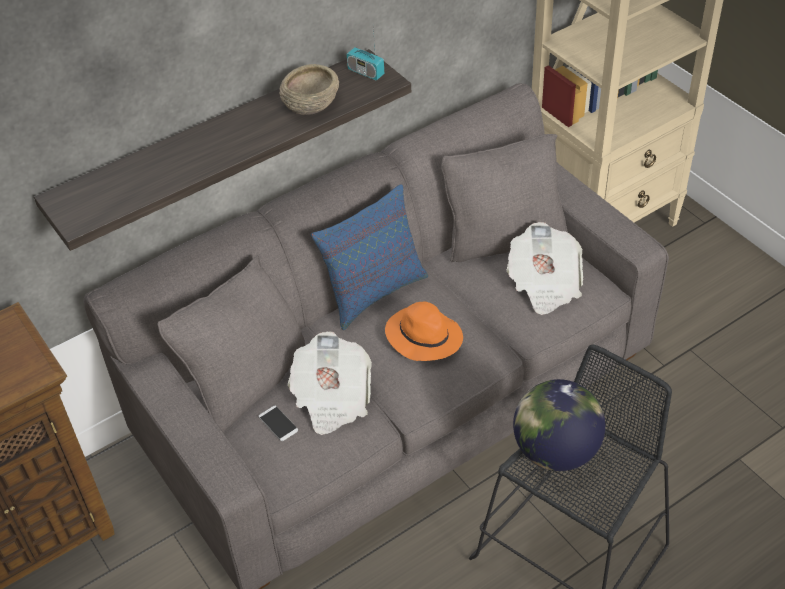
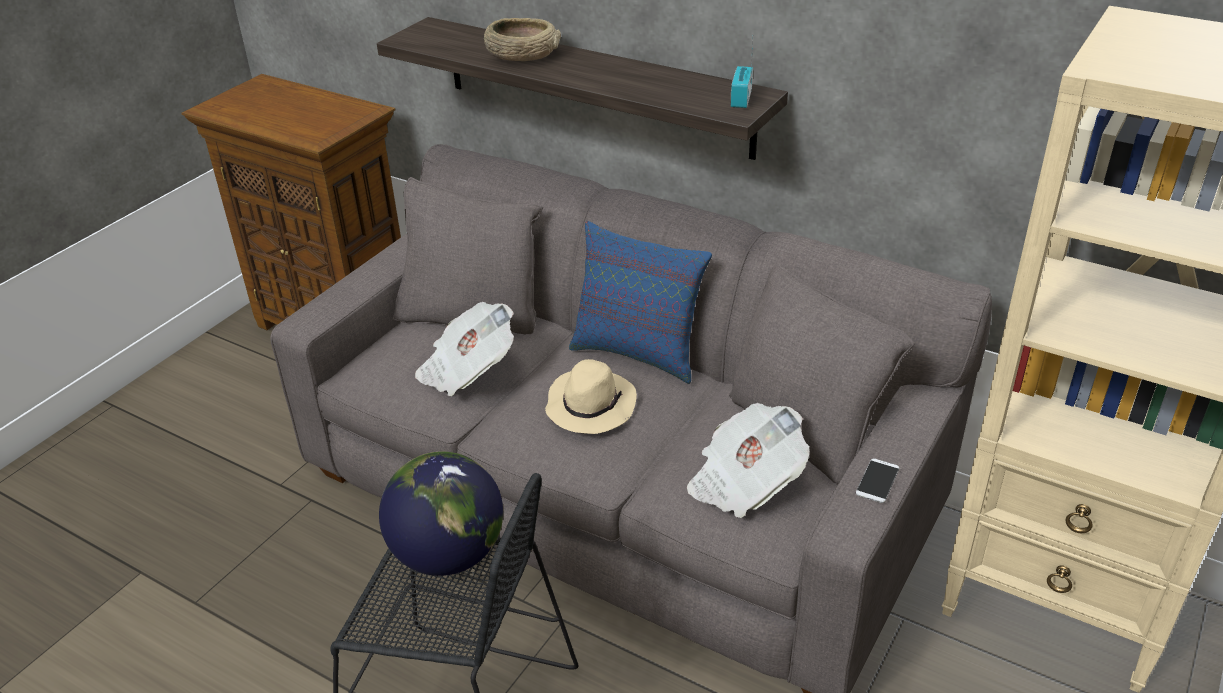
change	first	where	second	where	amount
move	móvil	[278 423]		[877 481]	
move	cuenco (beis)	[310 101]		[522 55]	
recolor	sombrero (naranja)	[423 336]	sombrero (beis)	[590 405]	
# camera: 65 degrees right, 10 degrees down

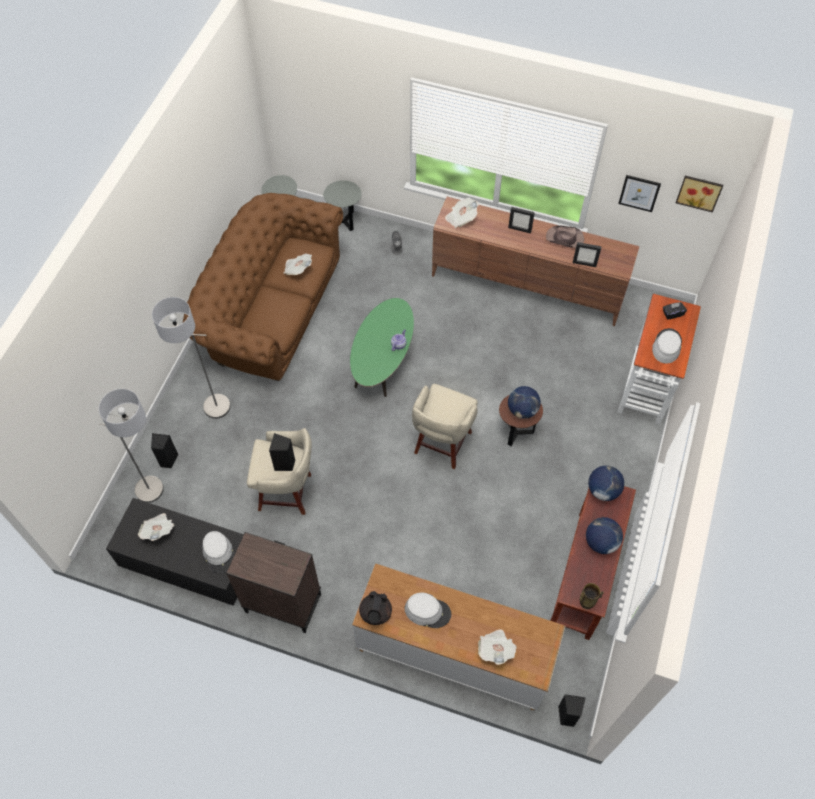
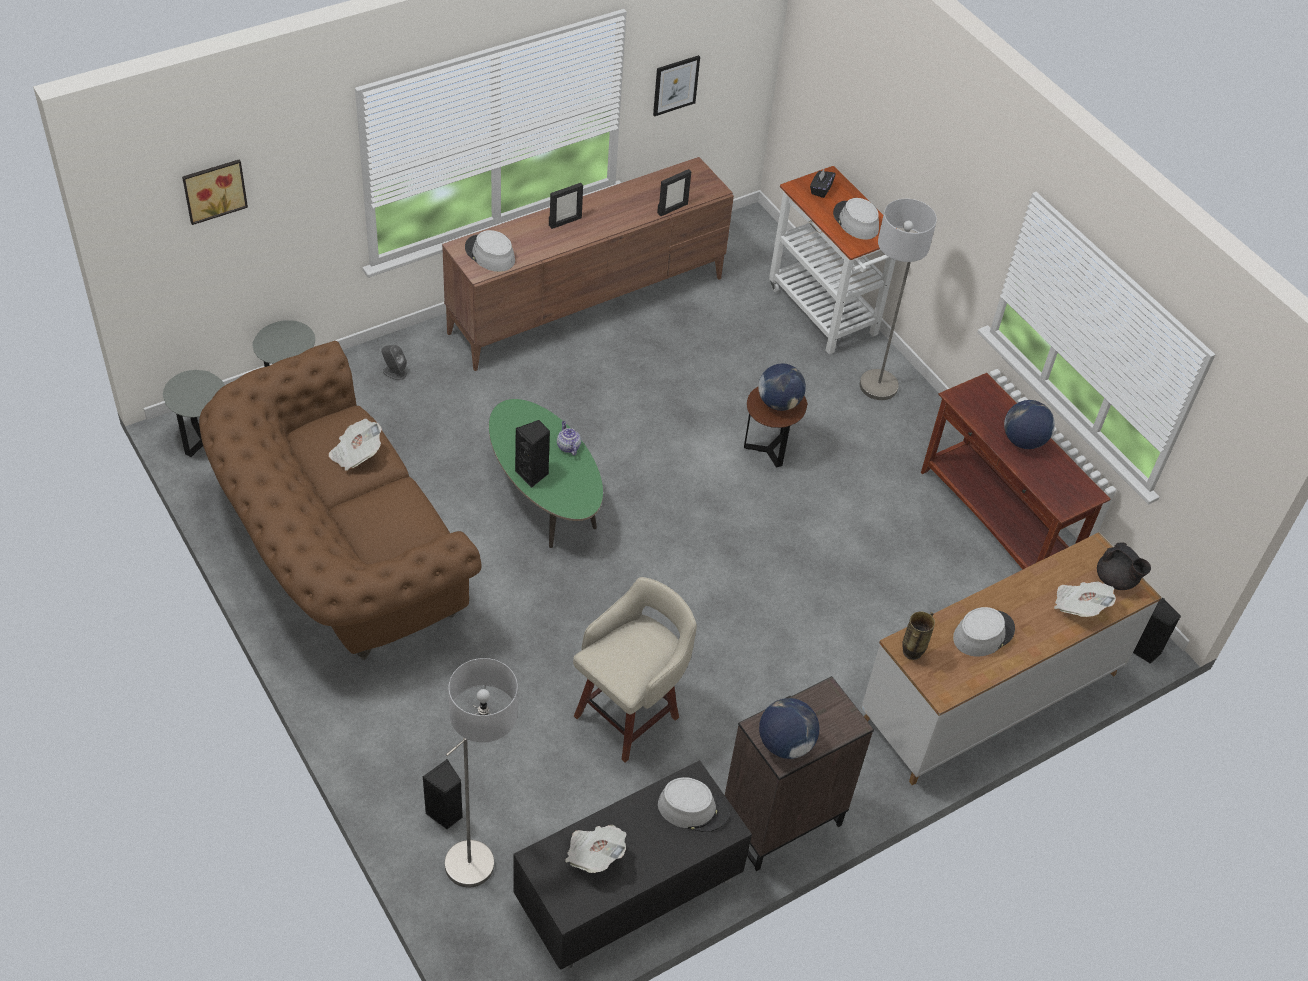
change	first	where	second	where	amount
delete	taburete (beis)	[441 445]			
delete	sombrero (marrón)	[565 239]			
move	lámpara de pie (gris)	[208 406]		[871 392]	
move	altavoz (negro)	[285 464]		[533 474]	
move	tetera (negro)	[375 613]		[1116 580]	
move	florero	[586 603]		[912 652]	
move	globo terráqueo	[603 490]		[785 744]	
move	cuadro	[699 192]		[213 189]	
replace	periódico	[461 218]	sombrero (gris)	[489 254]	
# camera: 55 degrees left, 10 degrees down

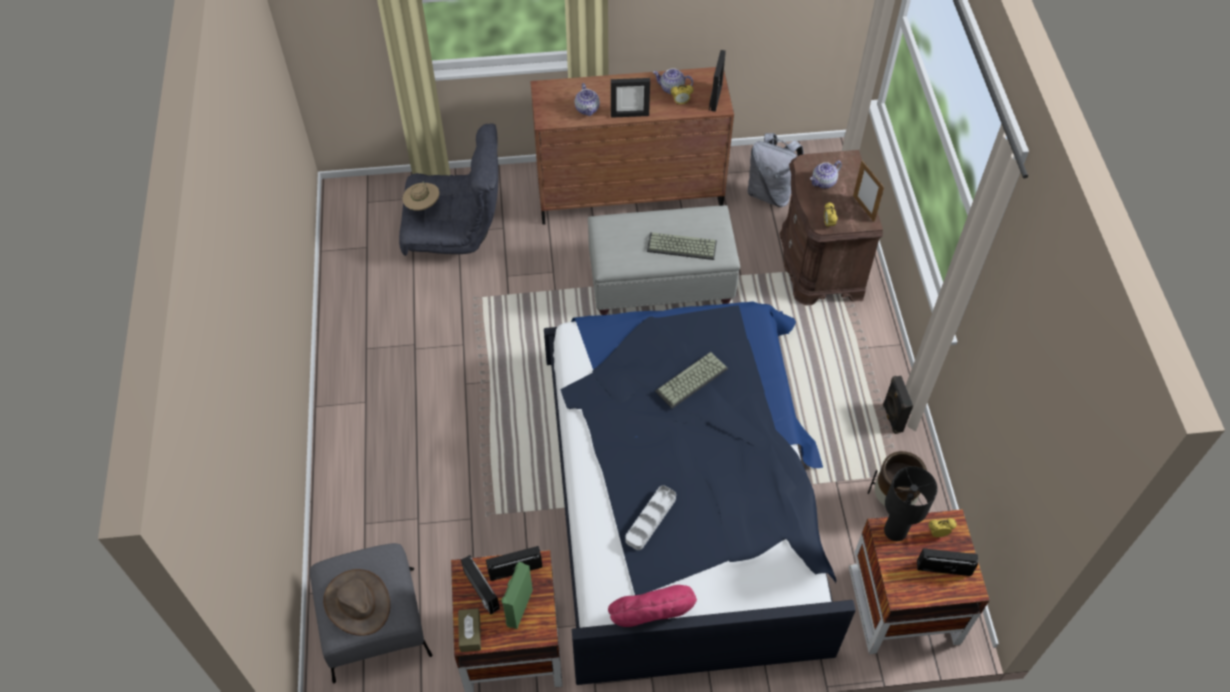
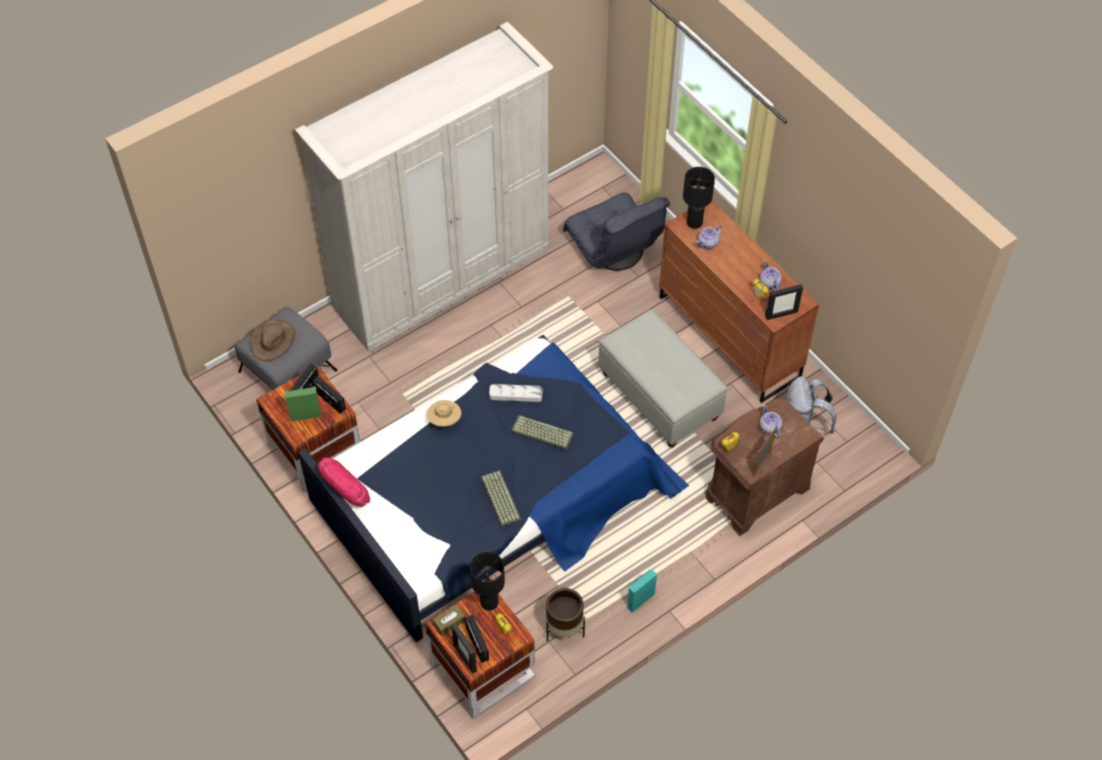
change	first	where	second	where	amount
insert			armario ropero (blanco)	[442 277]	
insert			lámpara de mesa (negro)	[694 223]	
move	sombrero (beis)	[422 205]		[444 420]	
move	caja de pañuelos (marrón)	[470 633]		[449 623]	
move	portarretratos	[629 114]		[465 657]	
move	bandeja (gris)	[650 519]		[515 394]	
move	teclado	[681 247]		[499 498]	
recolor	altavoz (negro)	[891 418]	altavoz (turquesa)	[640 600]	
rotate	tetera	[823 182]		[769 427]	45 degrees clockwise
# camera: 60 degrees right, 0 degrees up

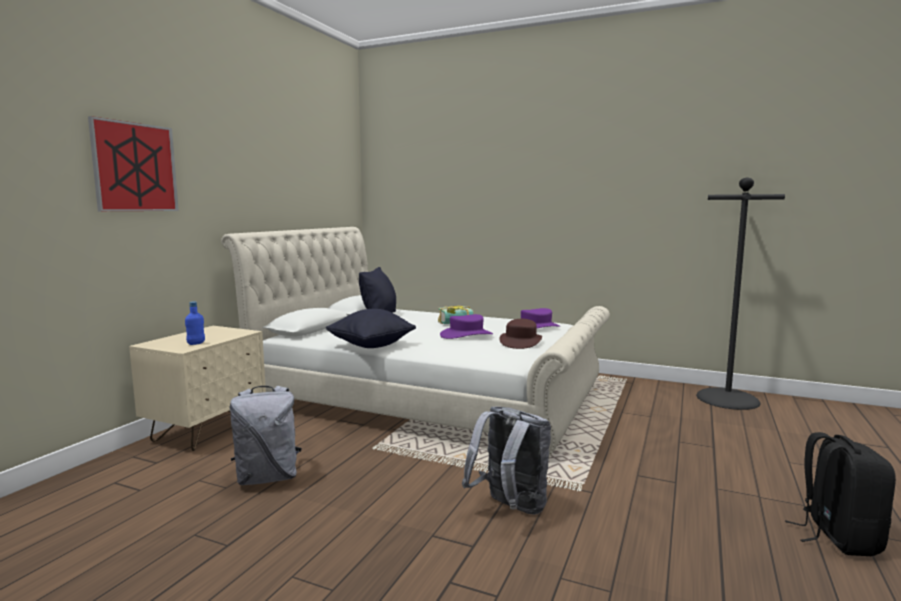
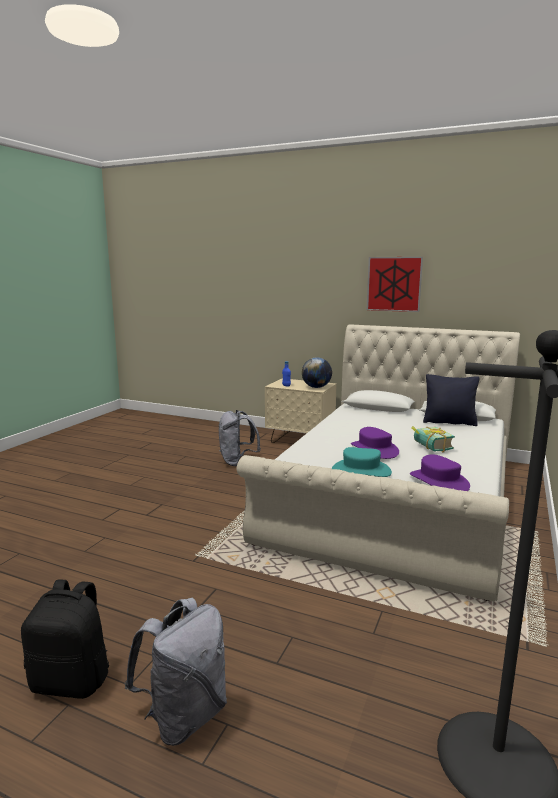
change	first	where	second	where	amount
delete	cojín (negro)	[371 345]			
insert			globo terráqueo	[316 387]	
move	cuadro	[135 167]		[394 284]	
move	mochila (gris)	[510 508]		[184 716]	
recolor	sombrero (marrón)	[521 341]	sombrero (turquesa)	[361 470]	
# camera: 90 degrees right, 5 degrees up

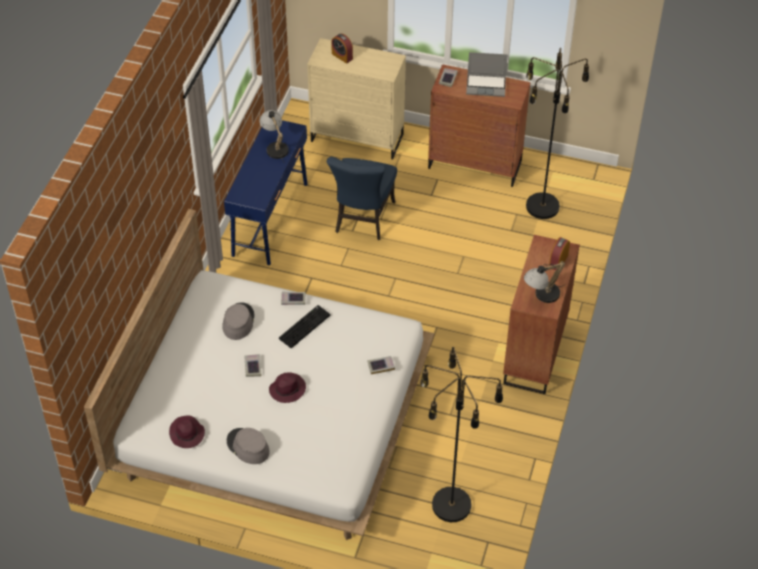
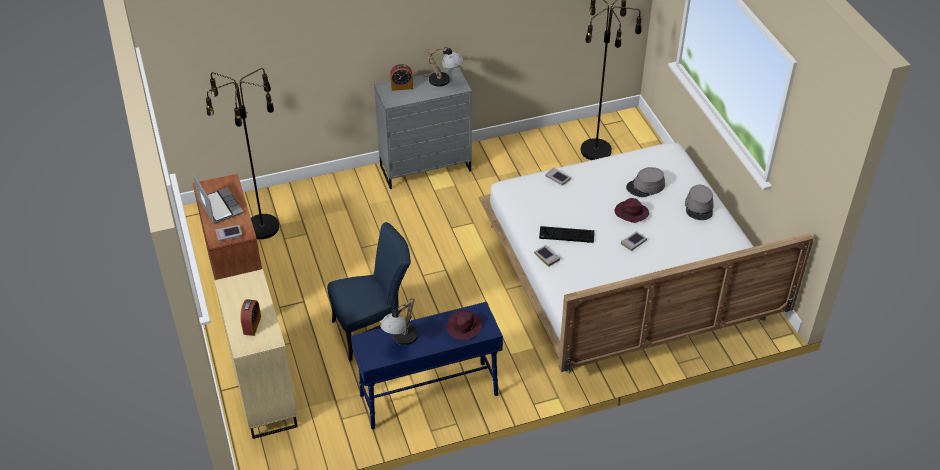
change	first	where	second	where	amount
move	sombrero (morado)	[187 434]		[464 326]	
move	sombrero (gris)	[238 322]		[645 186]	
recolor	cómoda (marrón)	[536 352]	cómoda (gris)	[425 168]	
# camera: 125 degrees left, 5 degrees down

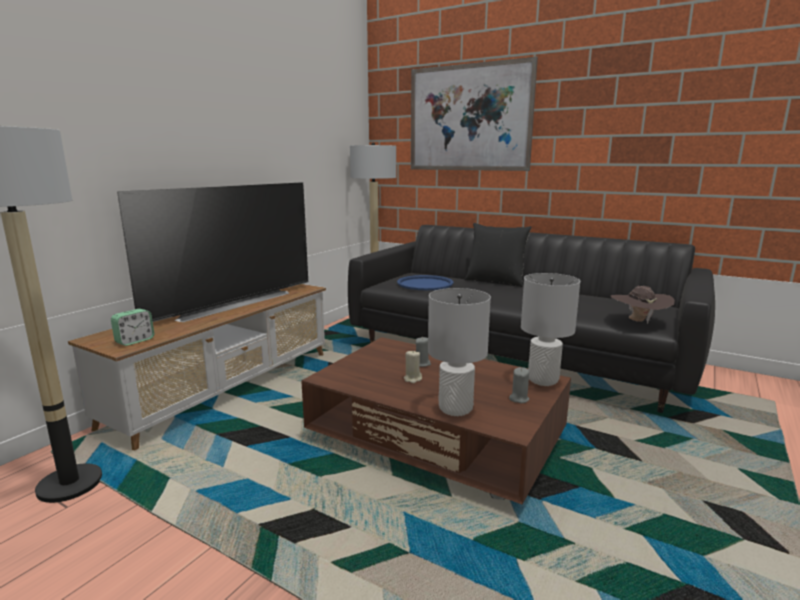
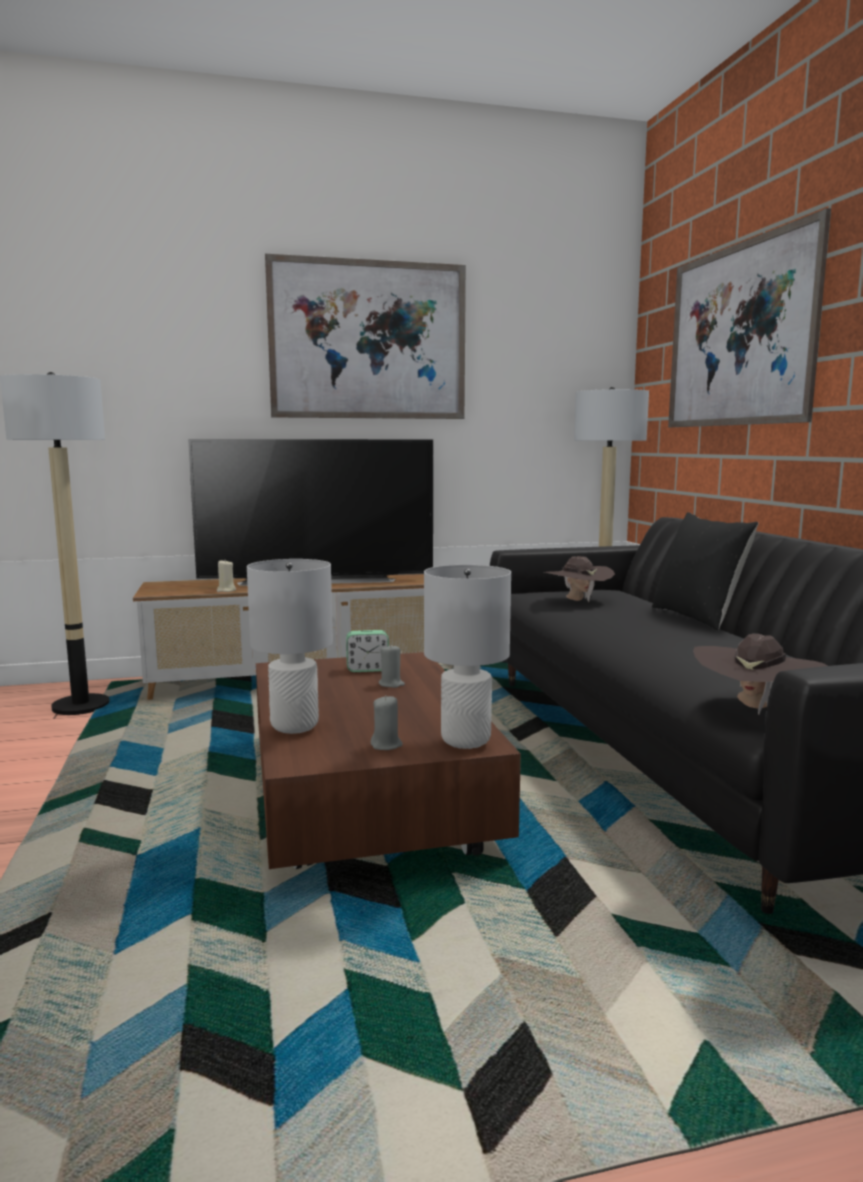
change	first	where	second	where	amount
insert			cuadro	[369 340]	
move	despertador	[135 341]		[367 669]	
move	vela (beis)	[412 379]		[226 590]	
replace	bandeja (azul)	[425 284]	sombrero (marrón)	[577 601]	
# camera: 45 degrees right, 5 degrees down

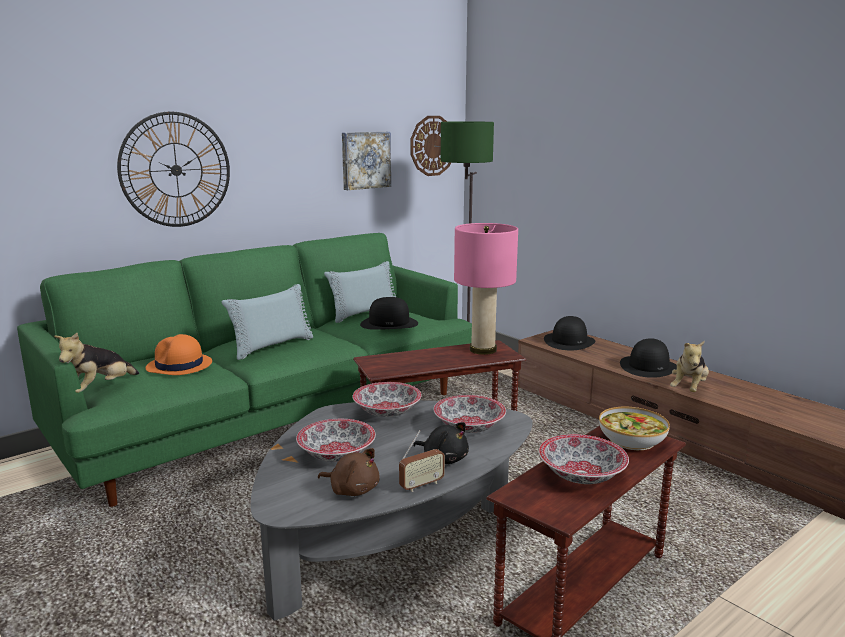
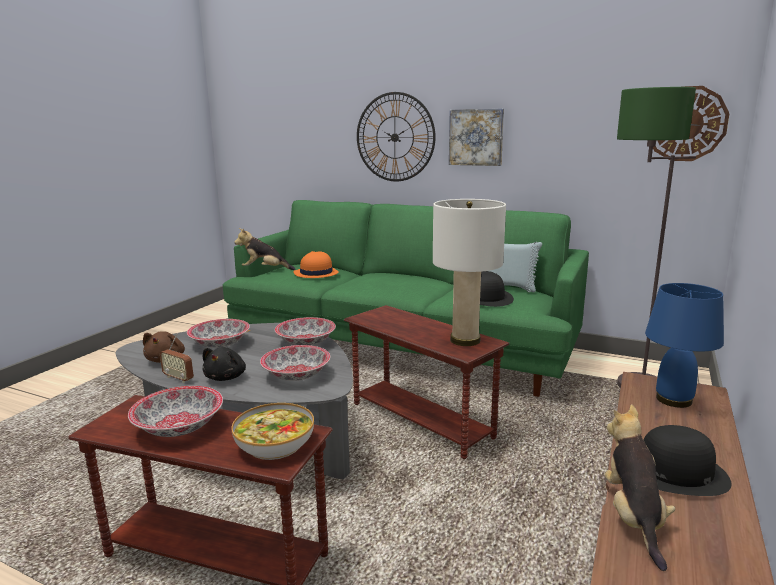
change	first	where	second	where	amount
delete	cojín (azul)	[271 346]			
move	cuadro	[365 160]		[476 137]	
replace	sombrero (negro)	[569 341]	lámpara de mesa (azul)	[673 400]	
recolor	lámpara de mesa (rosa)	[483 350]	lámpara de mesa (blanco)	[465 340]	
rotate	peluche	[689 389]		[633 517]	90 degrees clockwise
# camera: 65 degrees right, 0 degrees up

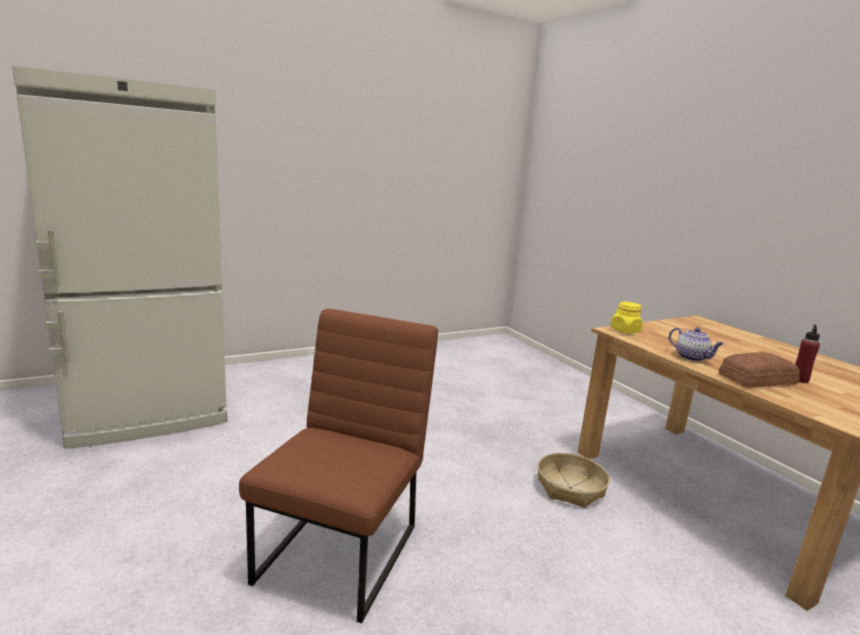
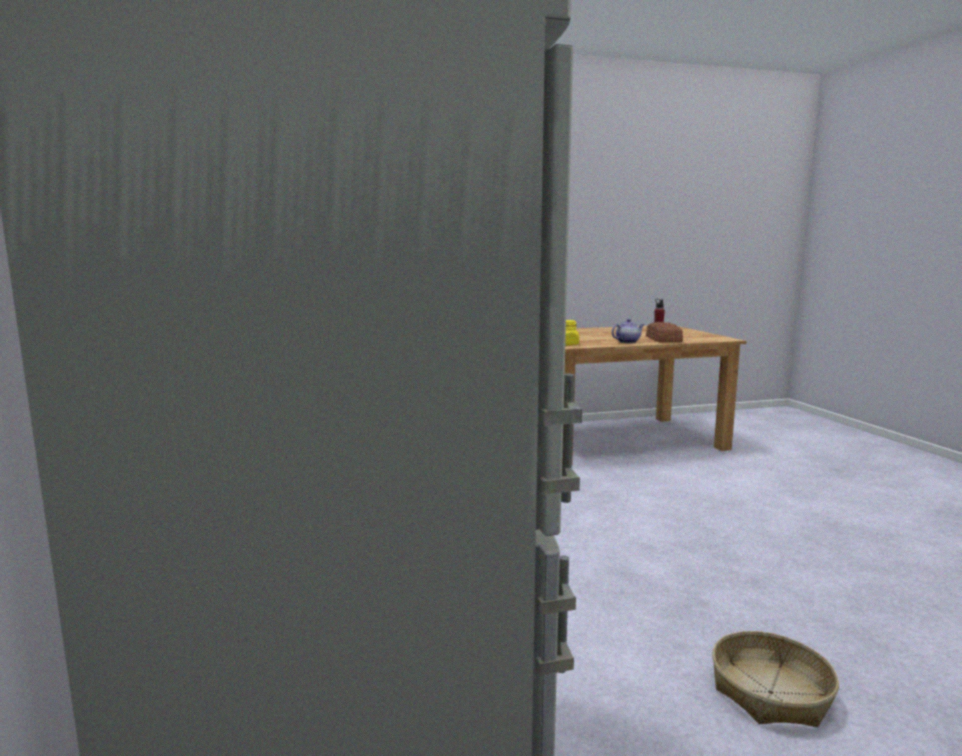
change	first	where	second	where	amount
delete	silla (marrón)	[342 550]			
move	cesta	[570 488]		[771 693]	
# camera: 75 degrees left, 5 degrees down

